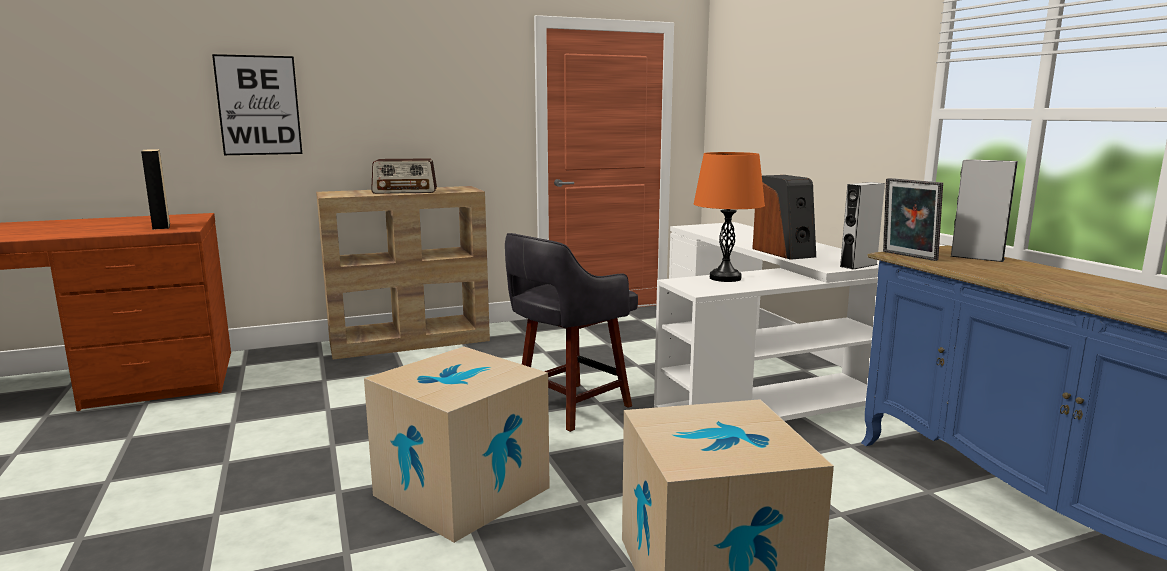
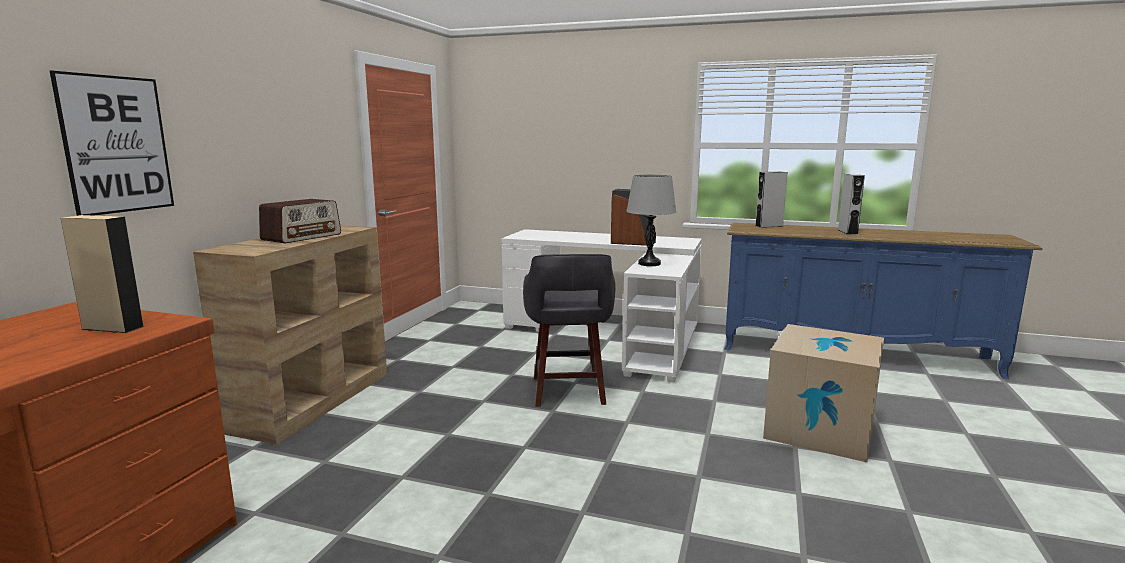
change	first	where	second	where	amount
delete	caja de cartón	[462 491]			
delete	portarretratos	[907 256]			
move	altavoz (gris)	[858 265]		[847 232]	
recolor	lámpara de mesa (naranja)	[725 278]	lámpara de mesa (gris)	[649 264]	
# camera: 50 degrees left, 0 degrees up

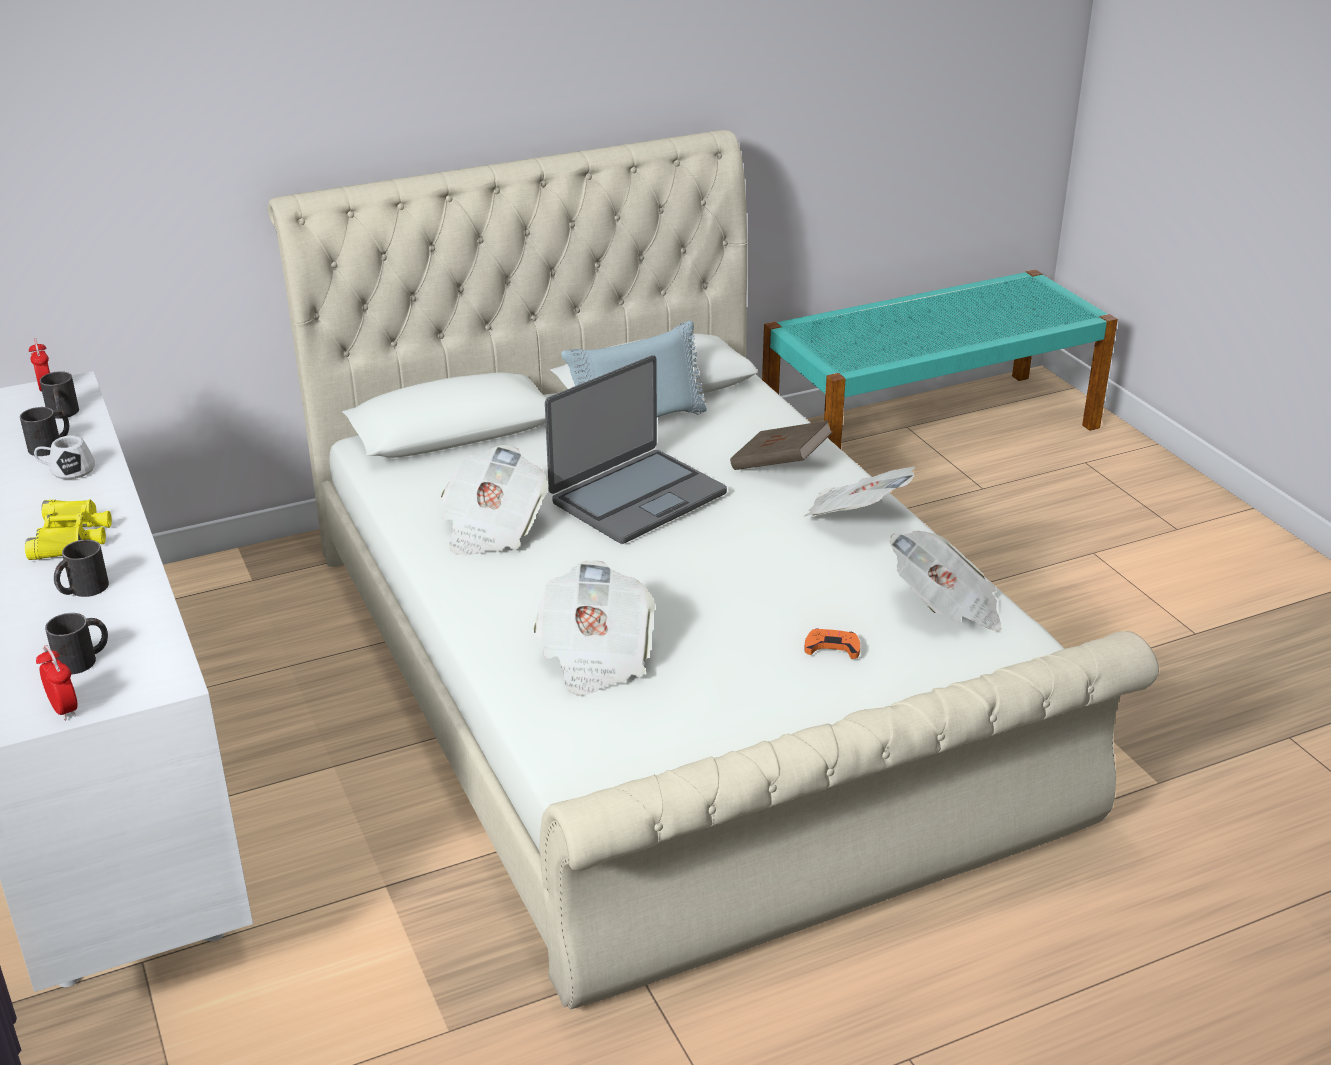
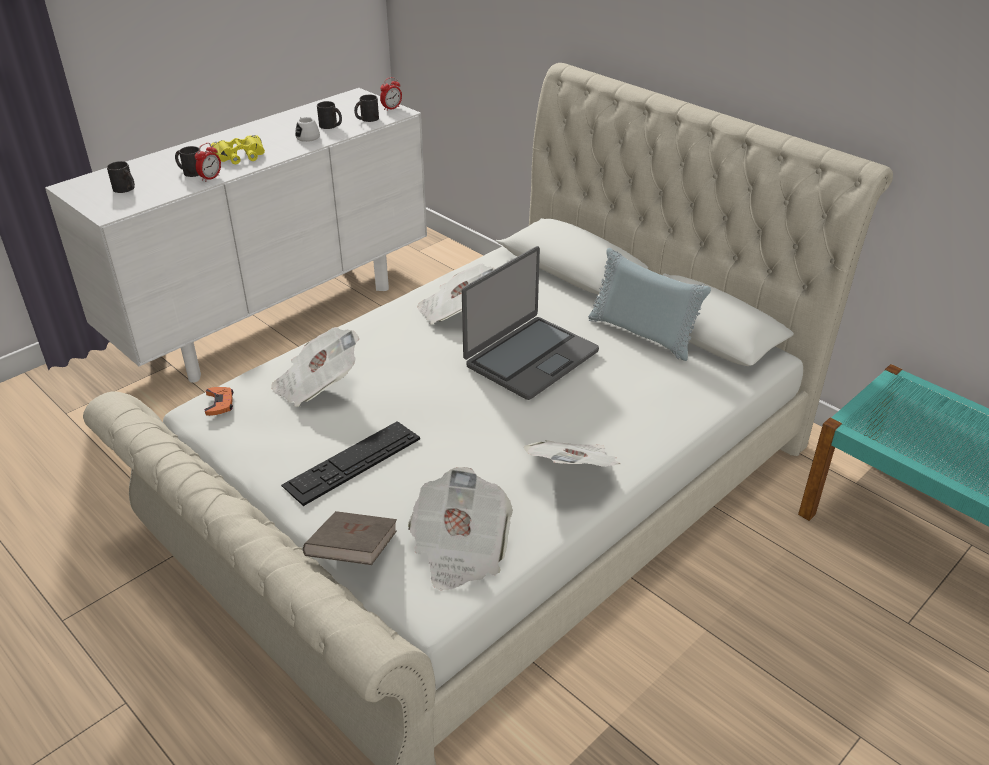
change	first	where	second	where	amount
insert			teclado	[352 461]	
move	despertador	[64 709]		[210 178]	
move	libro (marrón)	[780 465]		[353 553]	
move	mando de consola (naranja)	[832 647]		[220 403]	
rotate	portátil	[637 497]		[530 358]	75 degrees counterclockwise
# camera: 70 degrees right, 5 degrees up

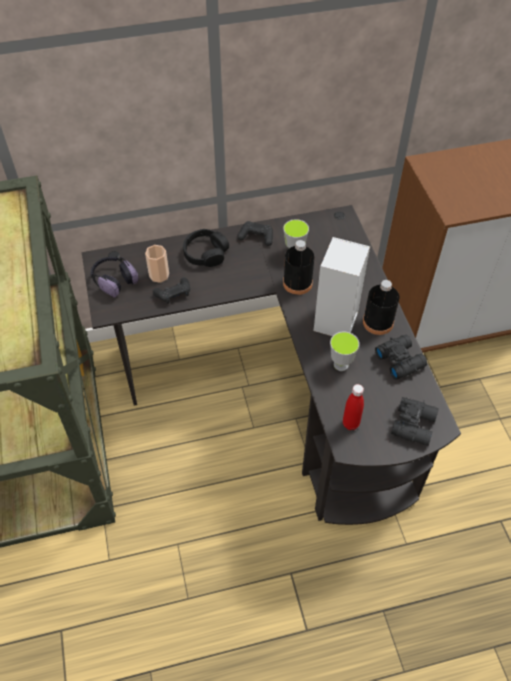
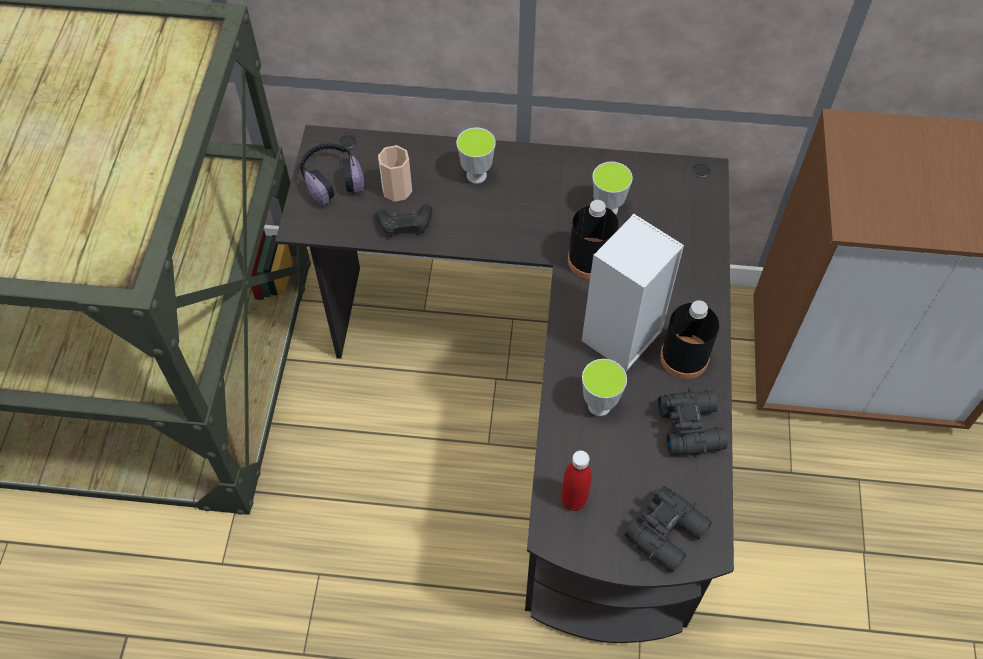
change	first	where	second	where	amount
delete	mando de consola (negro)	[256 237]			
replace	auriculares (negro)	[205 253]	taza	[476 175]	
# camera: 20 degrees right, 5 degrees up

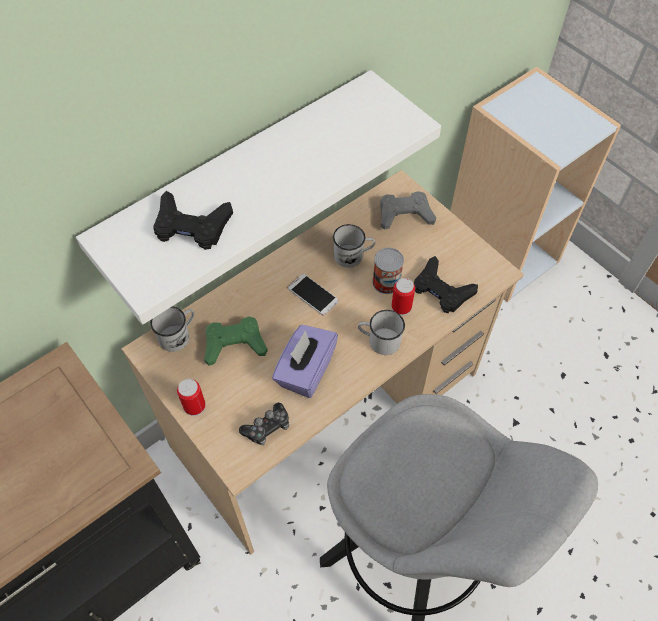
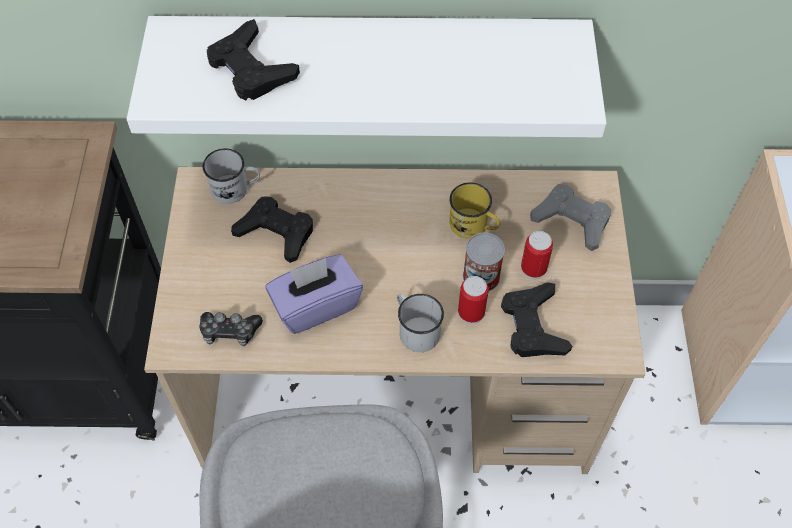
change	first	where	second	where	amount
delete	móvil	[313 295]			
move	lata	[194 406]		[533 268]	
recolor	mando de consola (verde)	[234 344]	mando de consola (negro)	[276 232]	
recolor	taza grande (blanco)	[353 255]	taza grande (amarillo)	[473 226]	
# camera: 40 degrees right, 0 degrees up

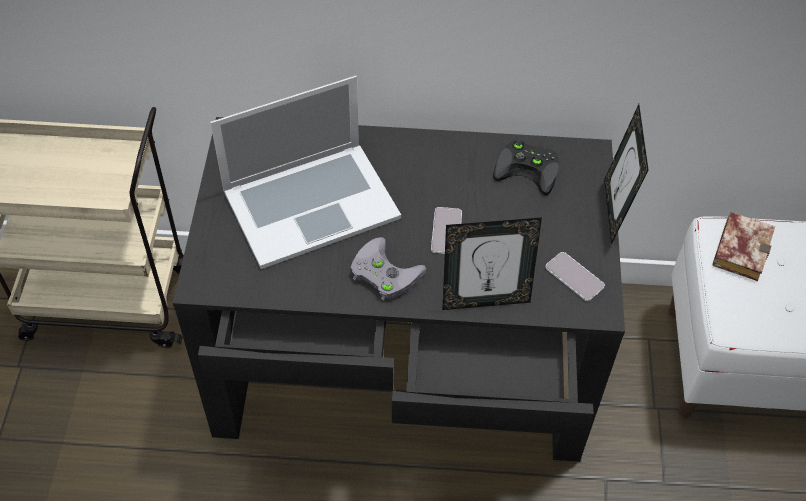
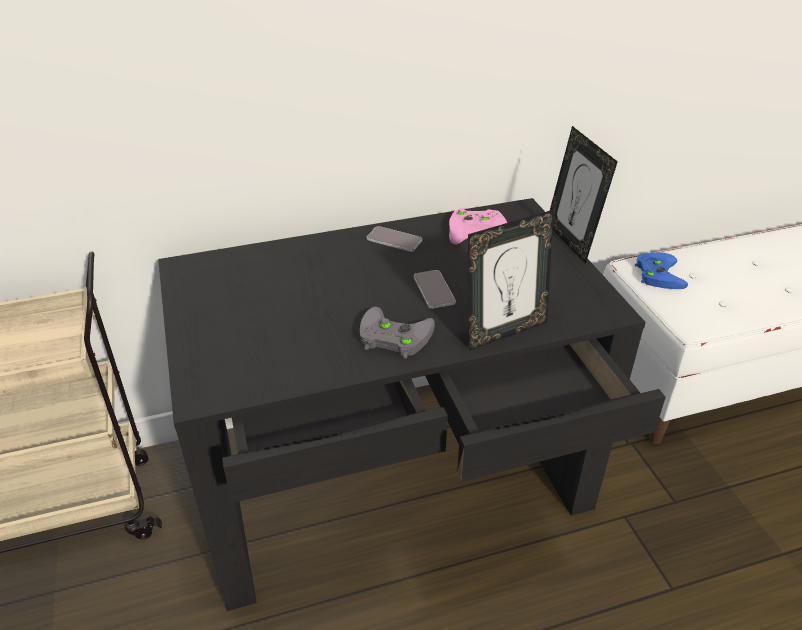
change	first	where	second	where	amount
delete	portátil	[310 203]			
move	móvil	[574 277]		[394 240]	
replace	libro	[739 248]	mando de consola (azul)	[656 273]	
recolor	mando de consola (negro)	[530 169]	mando de consola (rosa)	[479 230]	
# camera: 20 degrees left, 15 degrees down

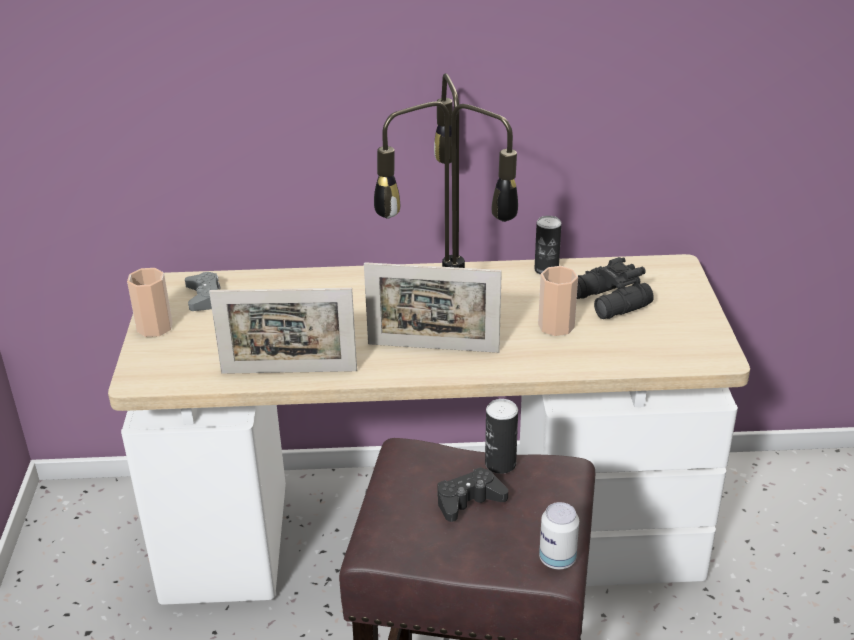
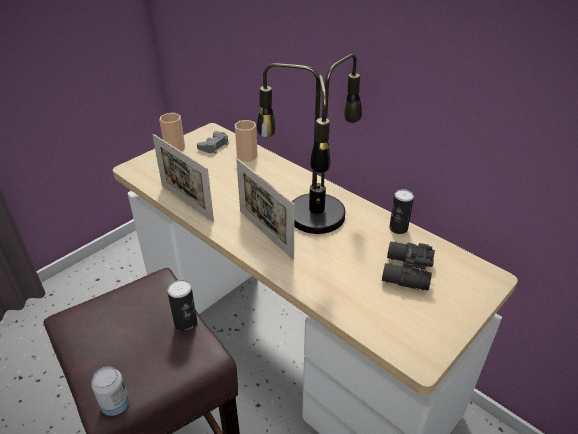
change	first	where	second	where	amount
delete	mando de consola (negro)	[469 501]			
move	taza	[556 326]		[247 156]	
# camera: 45 degrees right, 5 degrees up

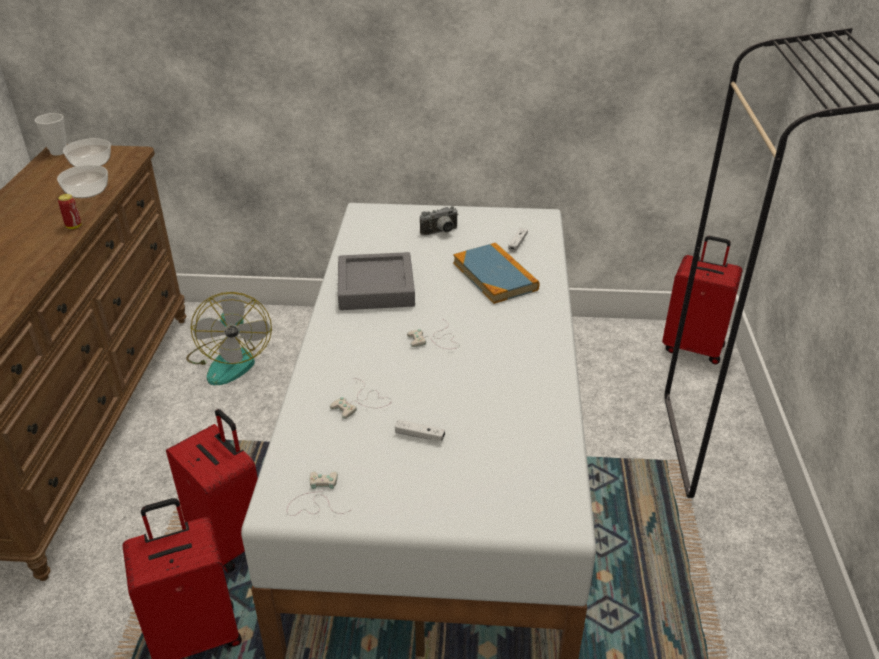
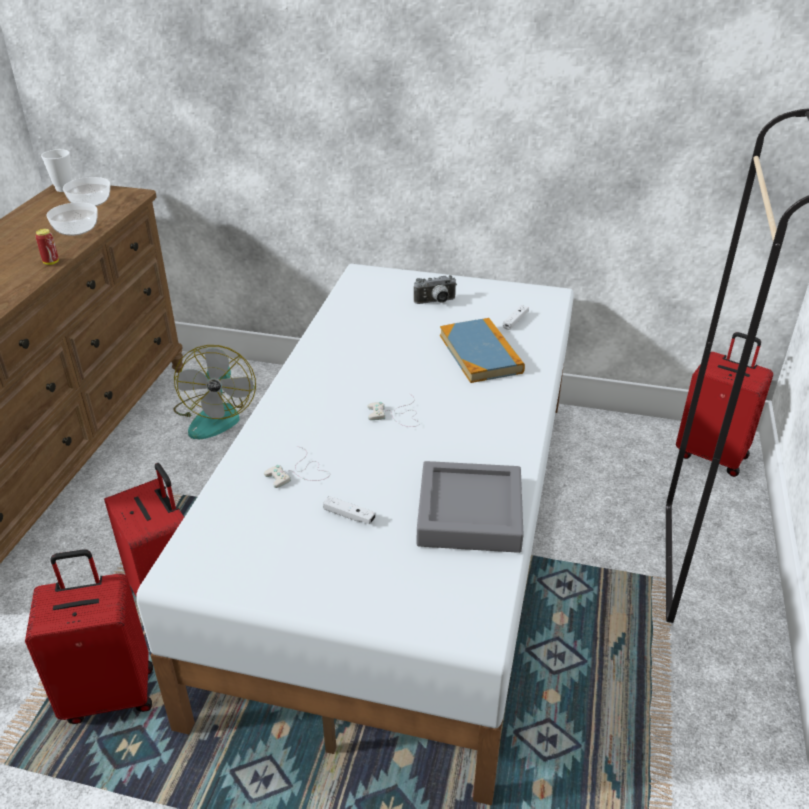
change	first	where	second	where	amount
delete	mando de consola (blanco)	[316 499]			
move	bandeja (gris)	[376 288]		[469 514]	
# camera: 10 degrees right, 0 degrees up

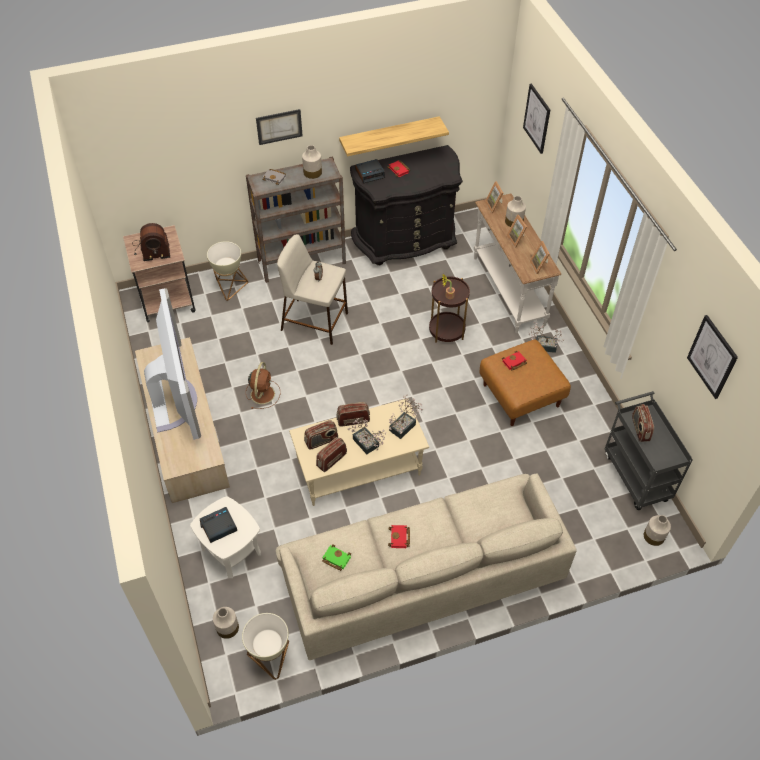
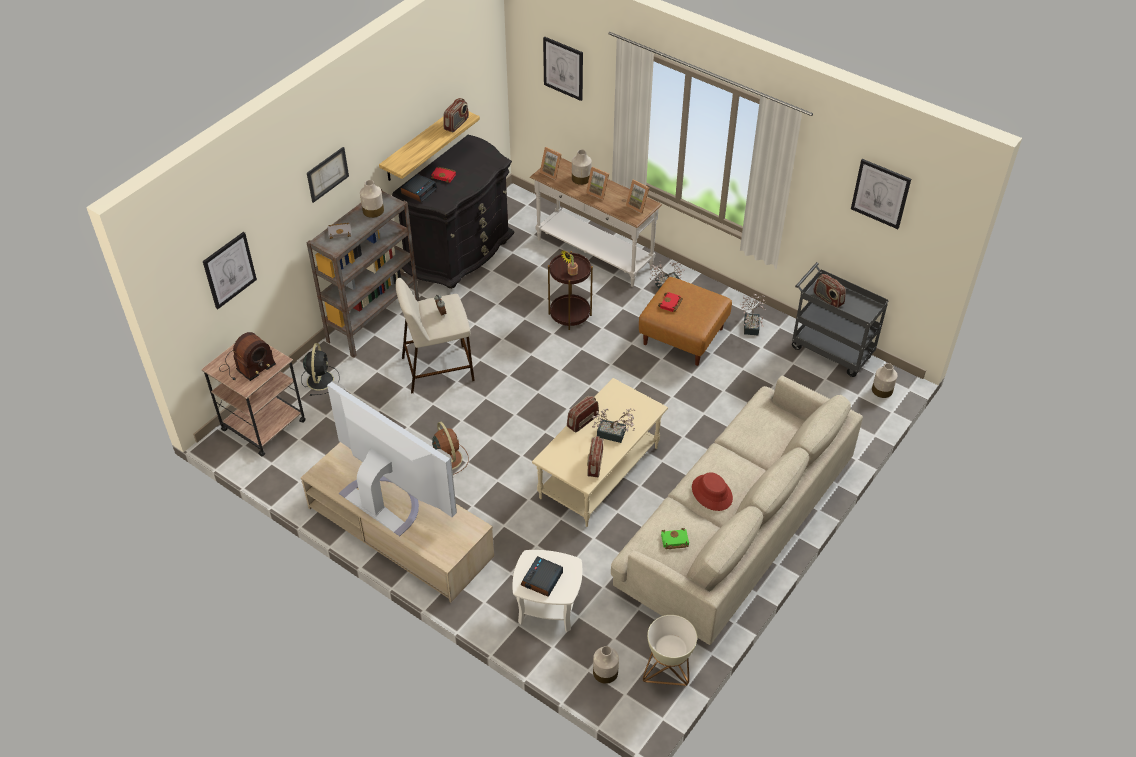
change	first	where	second	where	amount
insert			cuadro	[229 270]	
move	radio	[321 441]		[456 124]	
move	planta en maceta	[404 426]		[751 324]	
replace	maceta	[230 287]	ventilador (negro)	[320 379]	
replace	libro (rojo)	[400 538]	sombrero (rojo)	[712 493]	
# camera: 35 degrees left, 5 degrees down

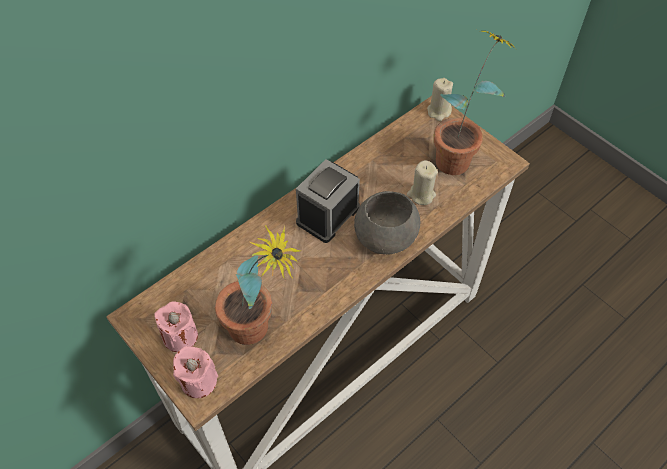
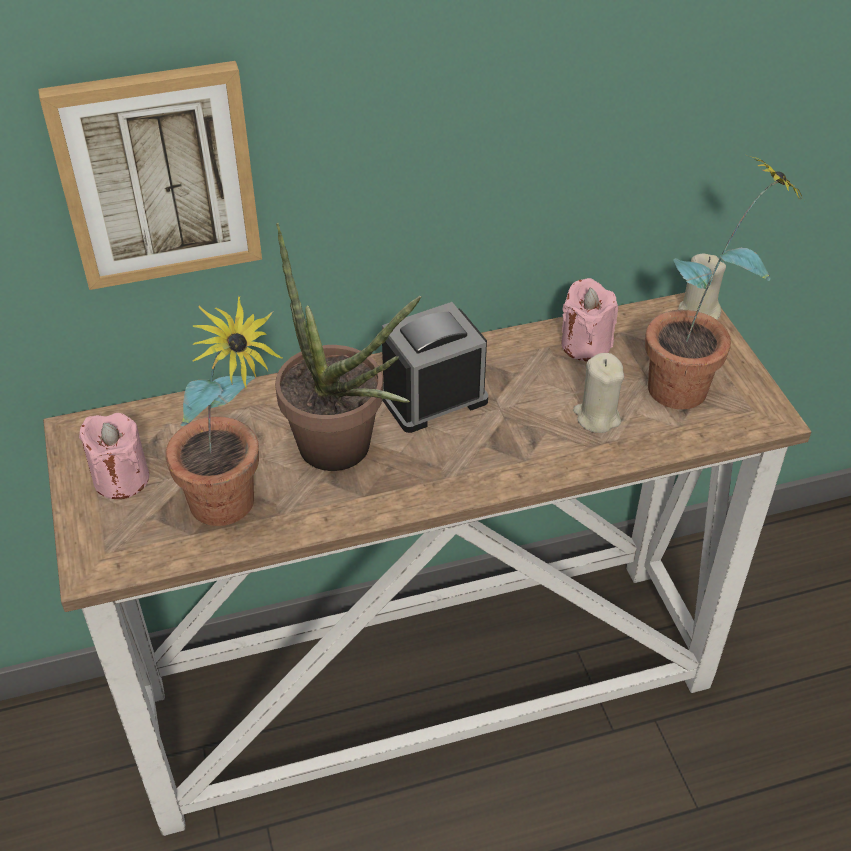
change	first	where	second	where	amount
delete	cuenco (gris)	[387 236]			
insert			cuadro	[157 176]	
insert			planta en maceta	[345 454]	
move	vela (rosa)	[198 381]		[585 345]	
# camera: 25 degrees right, 10 degrees down

